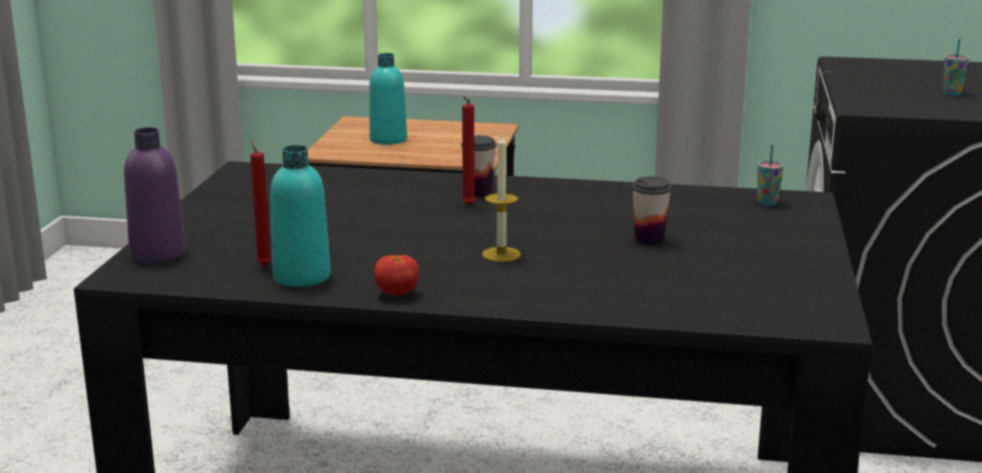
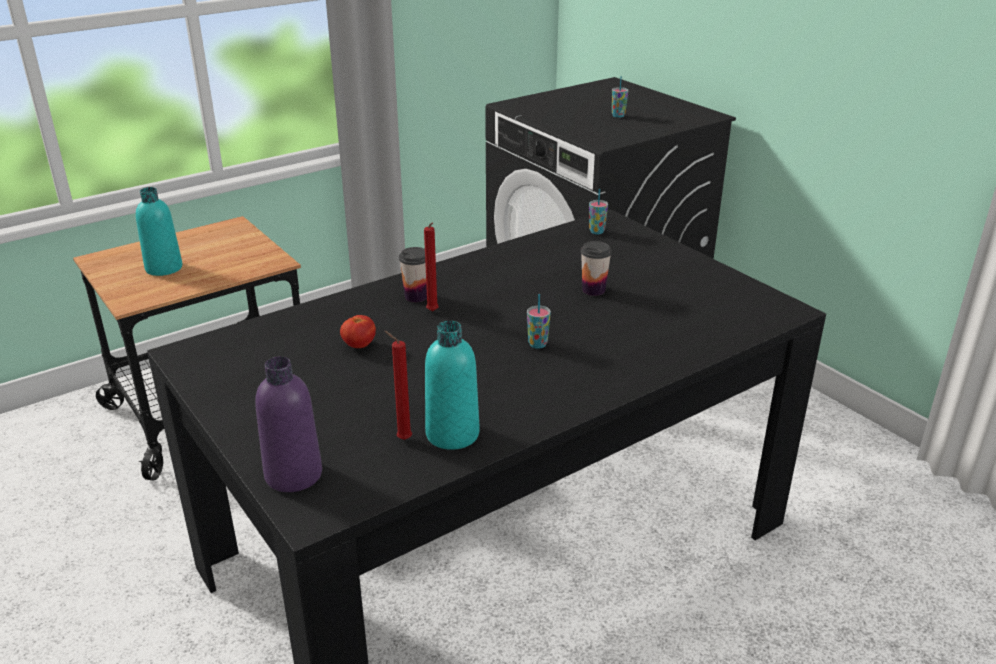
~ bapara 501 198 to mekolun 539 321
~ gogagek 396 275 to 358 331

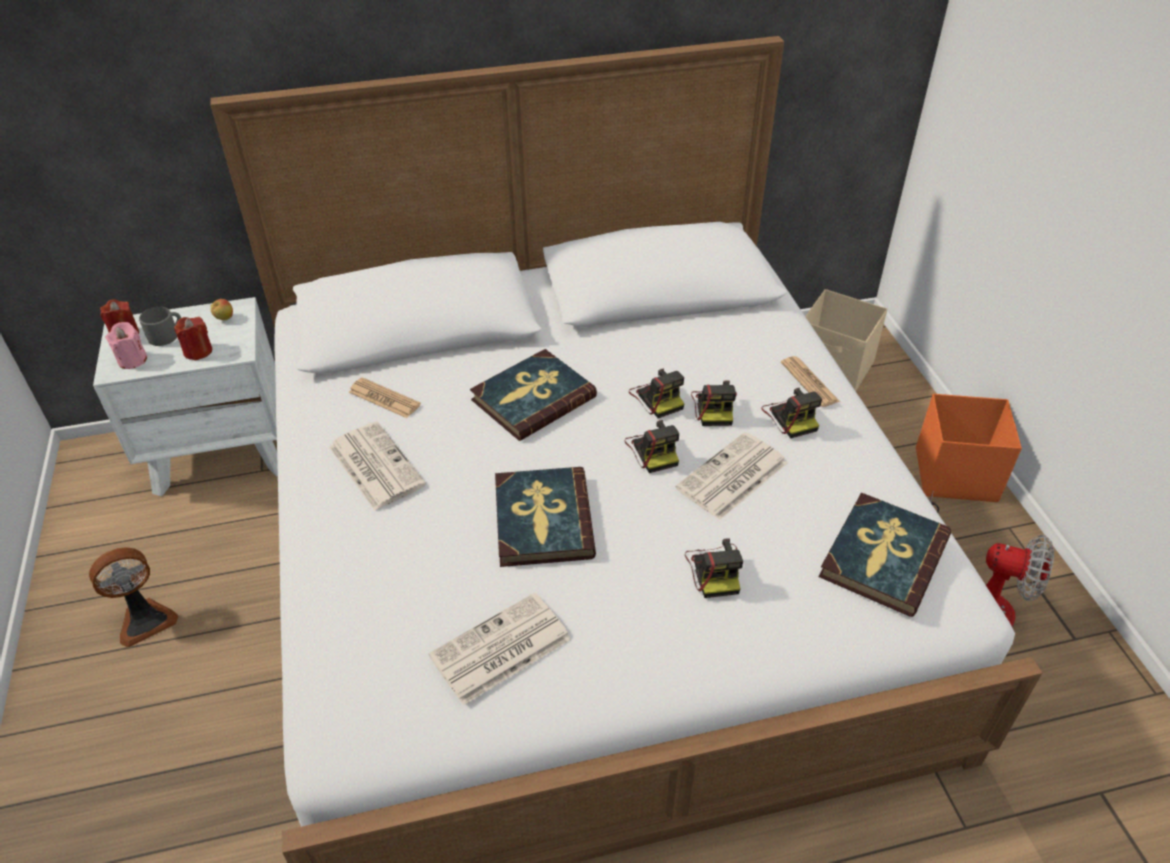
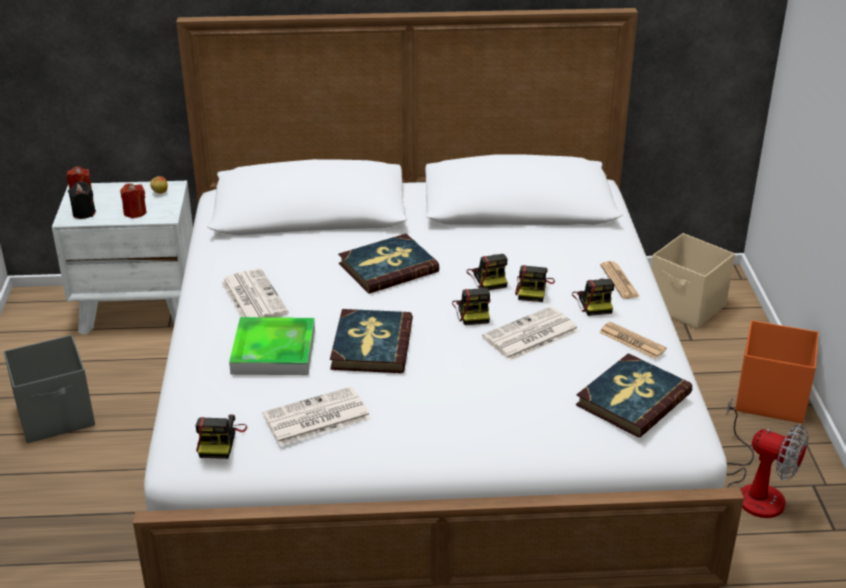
- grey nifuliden 160 326
~ pink bapara 126 345 to black bapara 82 200
~ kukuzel 385 397 to 633 340
~ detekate 714 568 to 221 437
~ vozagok 133 597 to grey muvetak 49 389
+ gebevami 272 346

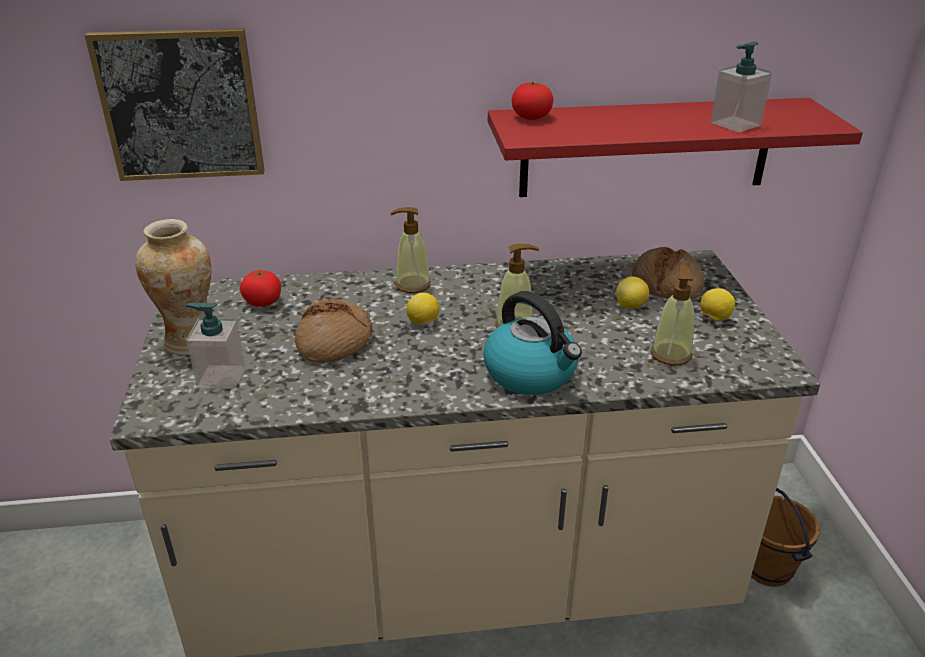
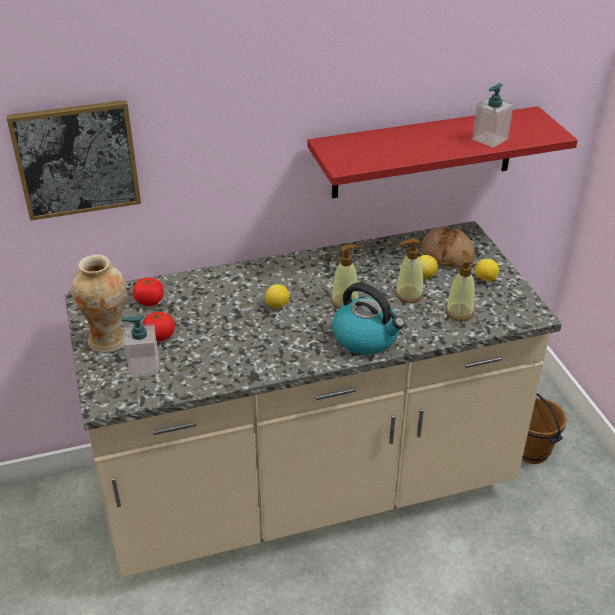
~ gogagek 532 101 to 158 327
~ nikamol 411 250 to 409 270
- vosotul 333 331

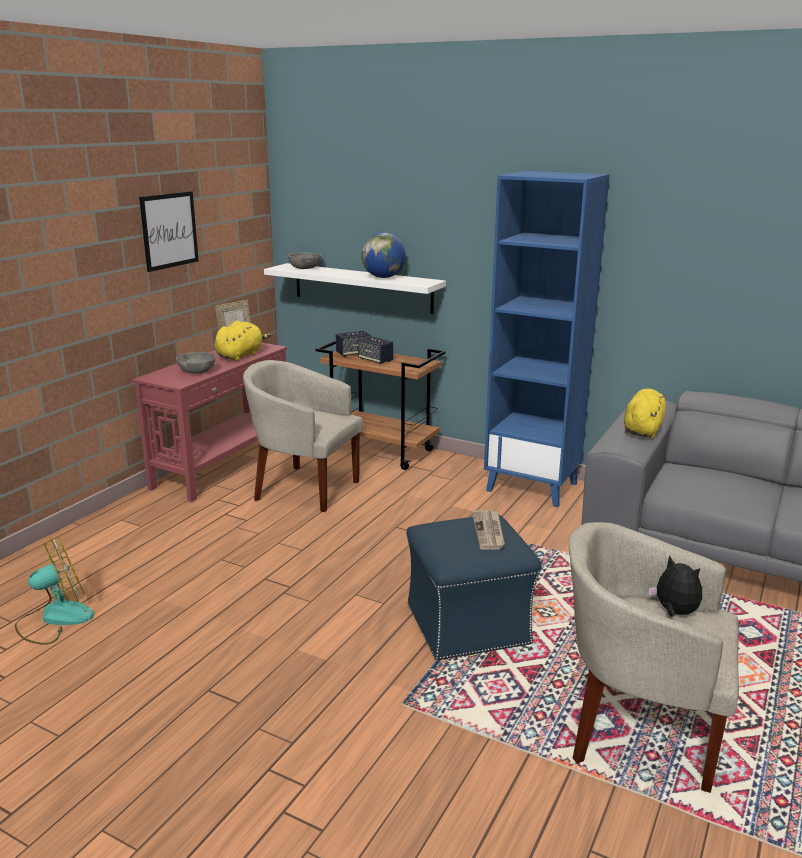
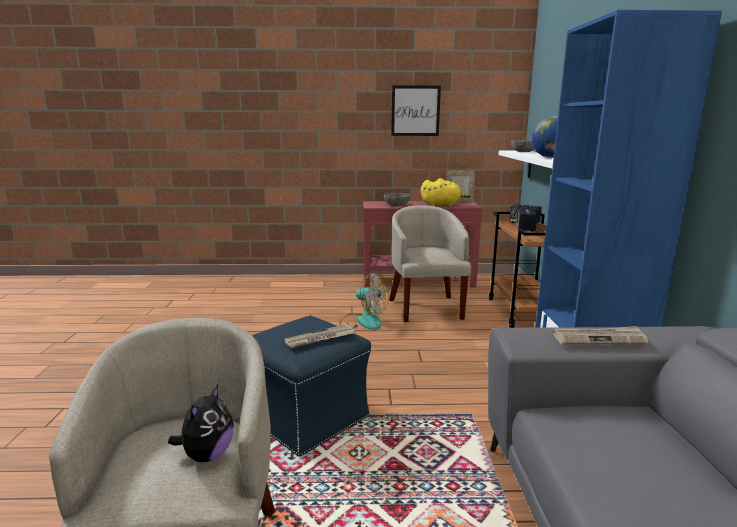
~ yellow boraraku 645 413 to kukuzel 600 335
~ vozagok 54 591 to 364 301

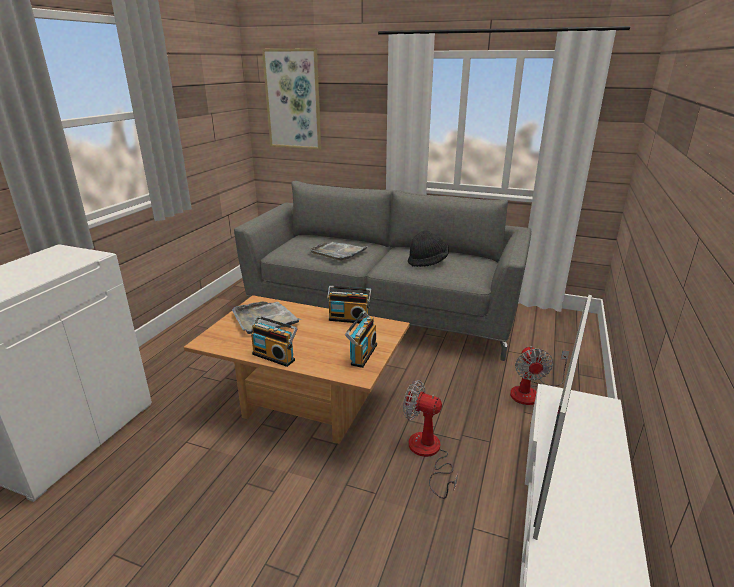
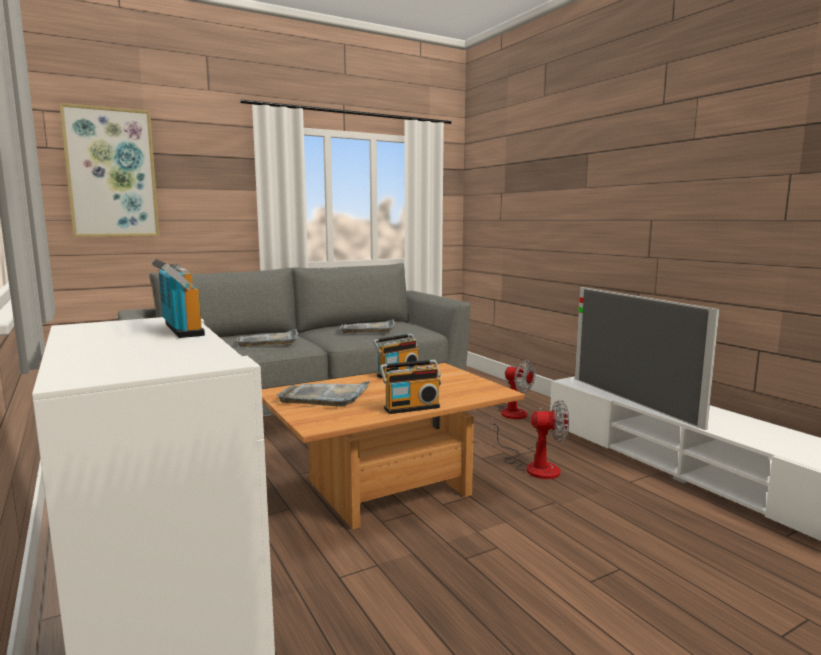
~ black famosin 428 248 to grey gebevami 367 326
~ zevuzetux 361 339 to 178 298
~ vozagok 430 439 = 530 439 150 degrees counterclockwise

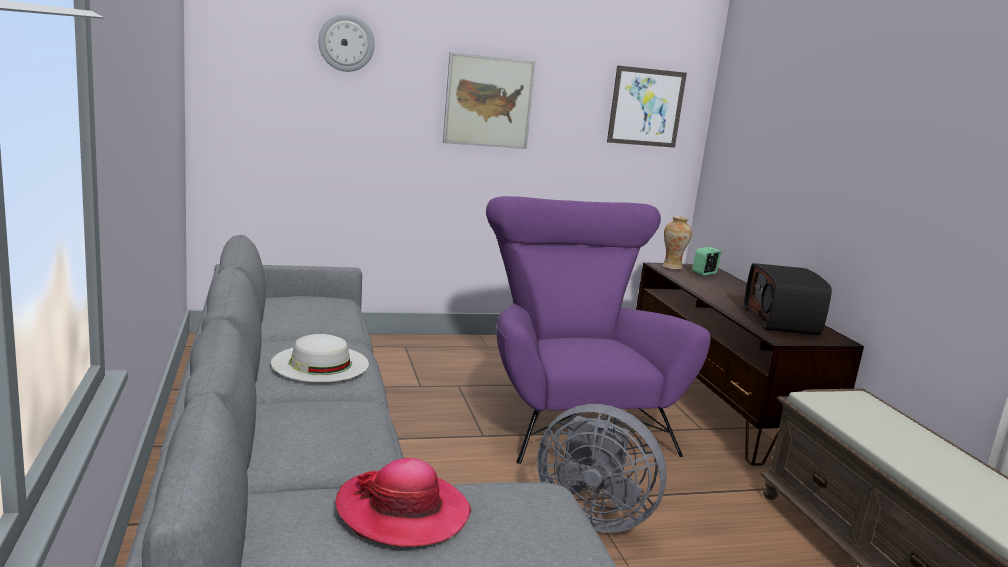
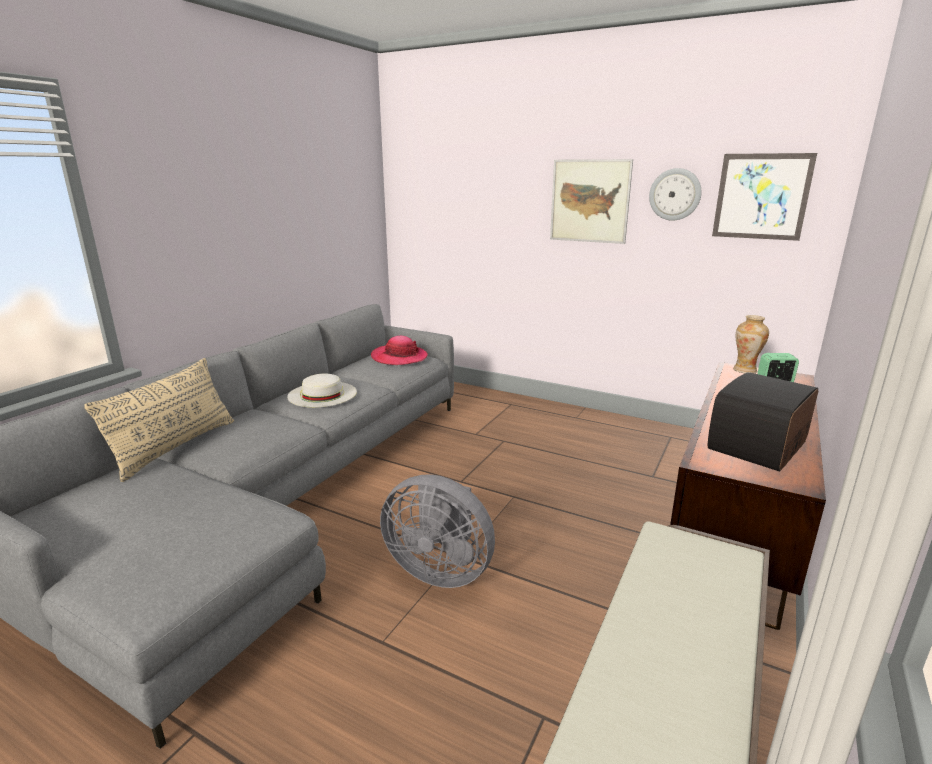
~ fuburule 346 43 to 675 194
- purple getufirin 598 330
~ grey vozagok 602 468 = 437 531 45 degrees counterclockwise
~ famosin 404 502 to 399 350
+ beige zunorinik 159 420

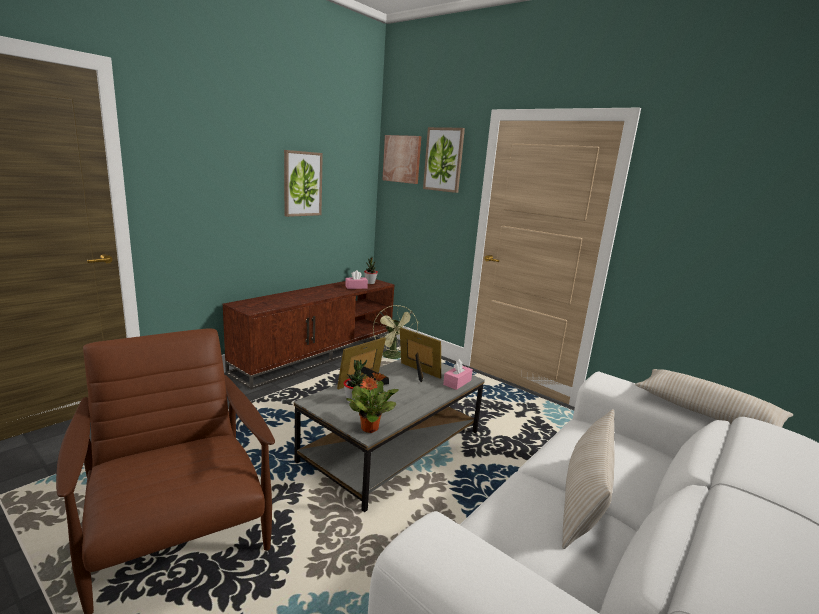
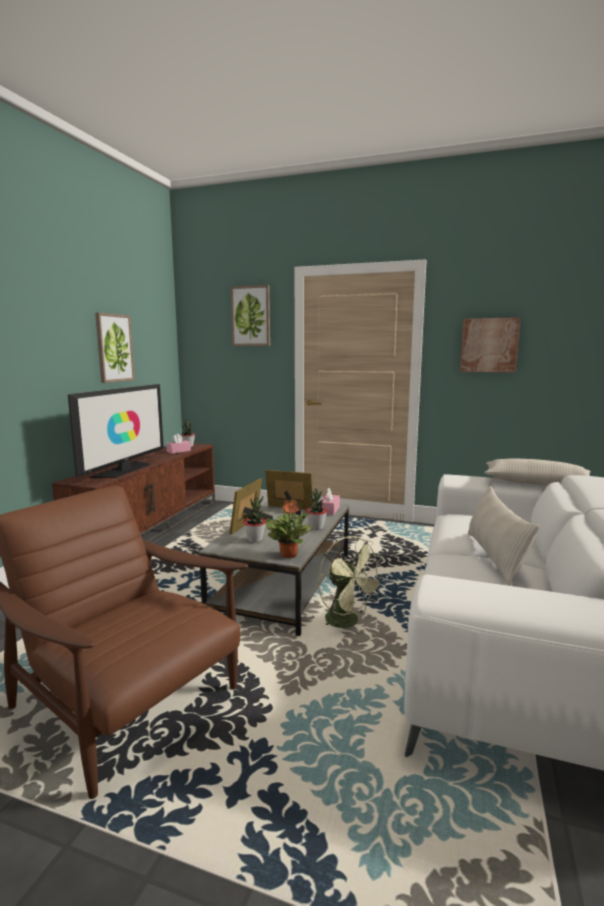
~ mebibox 401 159 to 490 345
~ green vozagok 396 332 to 352 582
+ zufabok 116 431
+ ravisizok 316 509

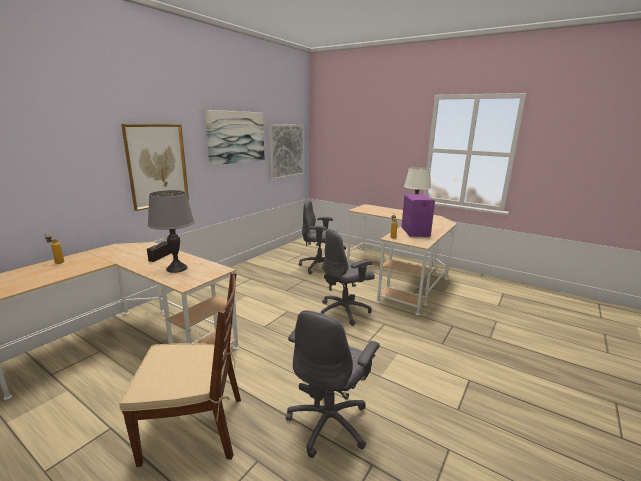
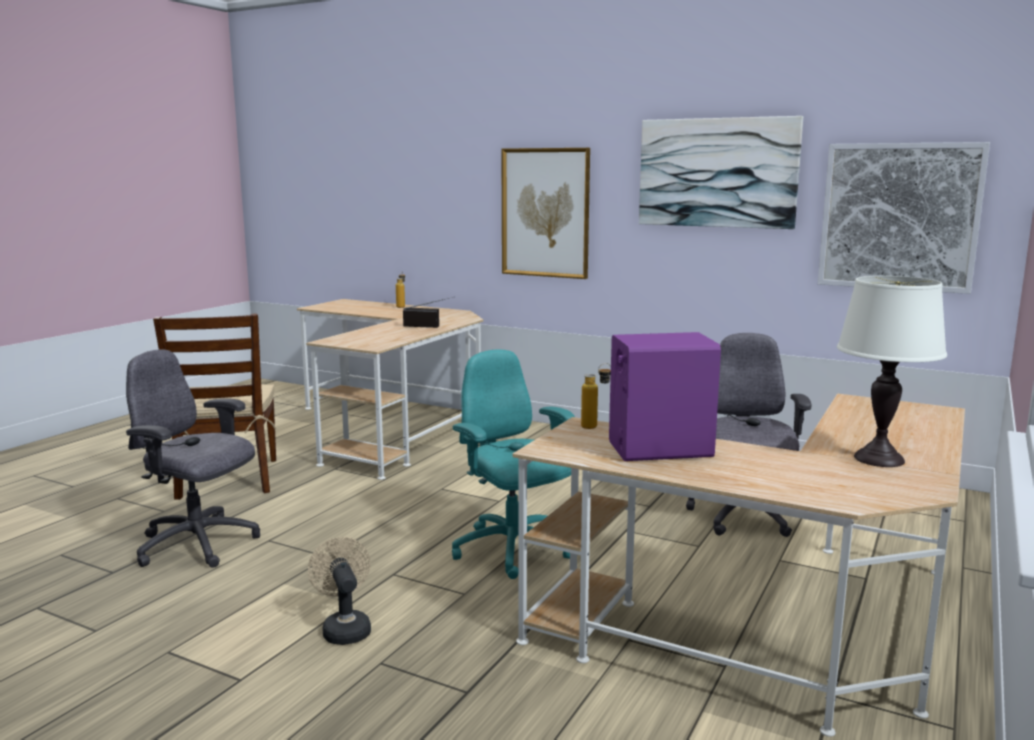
- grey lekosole 171 231
~ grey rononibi 348 277 to turquoise rononibi 513 464
+ beige vozagok 339 591

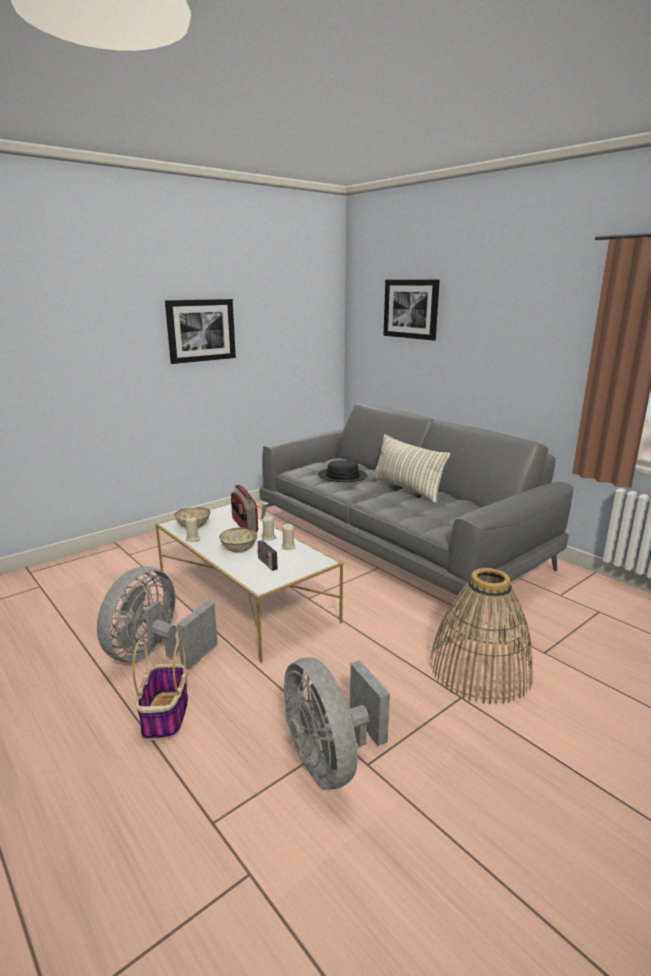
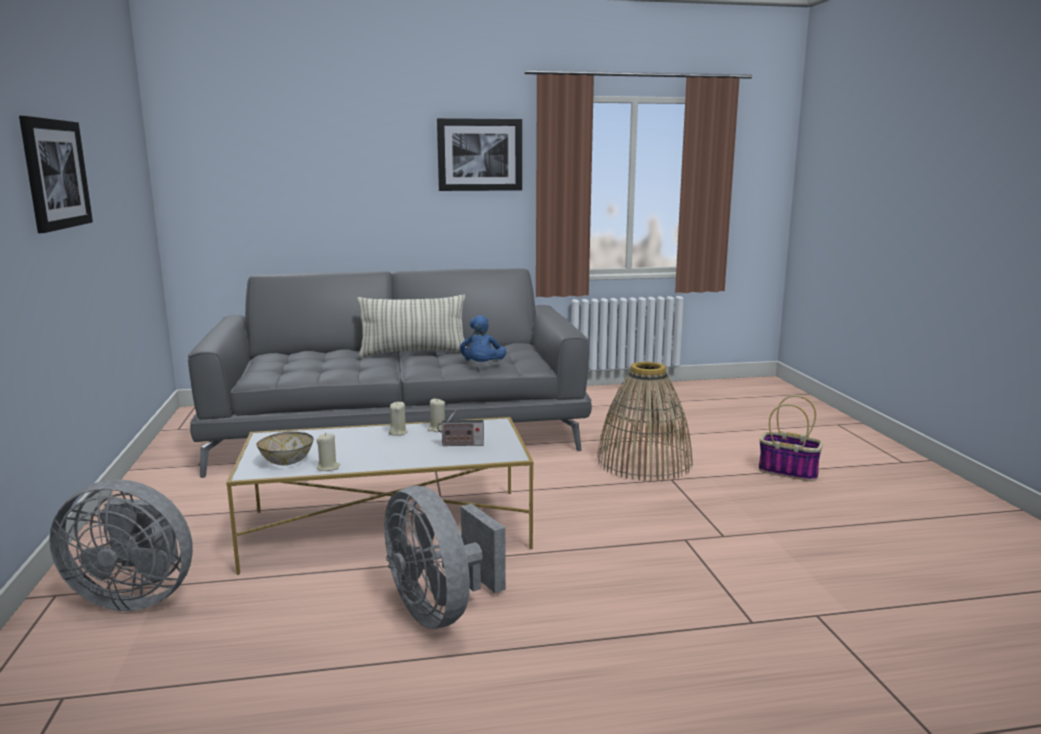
~ mebibox 411 310 to 479 154
- black famosin 343 471
- zevuzetux 244 508
- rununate 238 540
~ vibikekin 160 689 to 790 438
~ grey vozagok 337 723 to 121 545
+ blue boraraku 483 338

